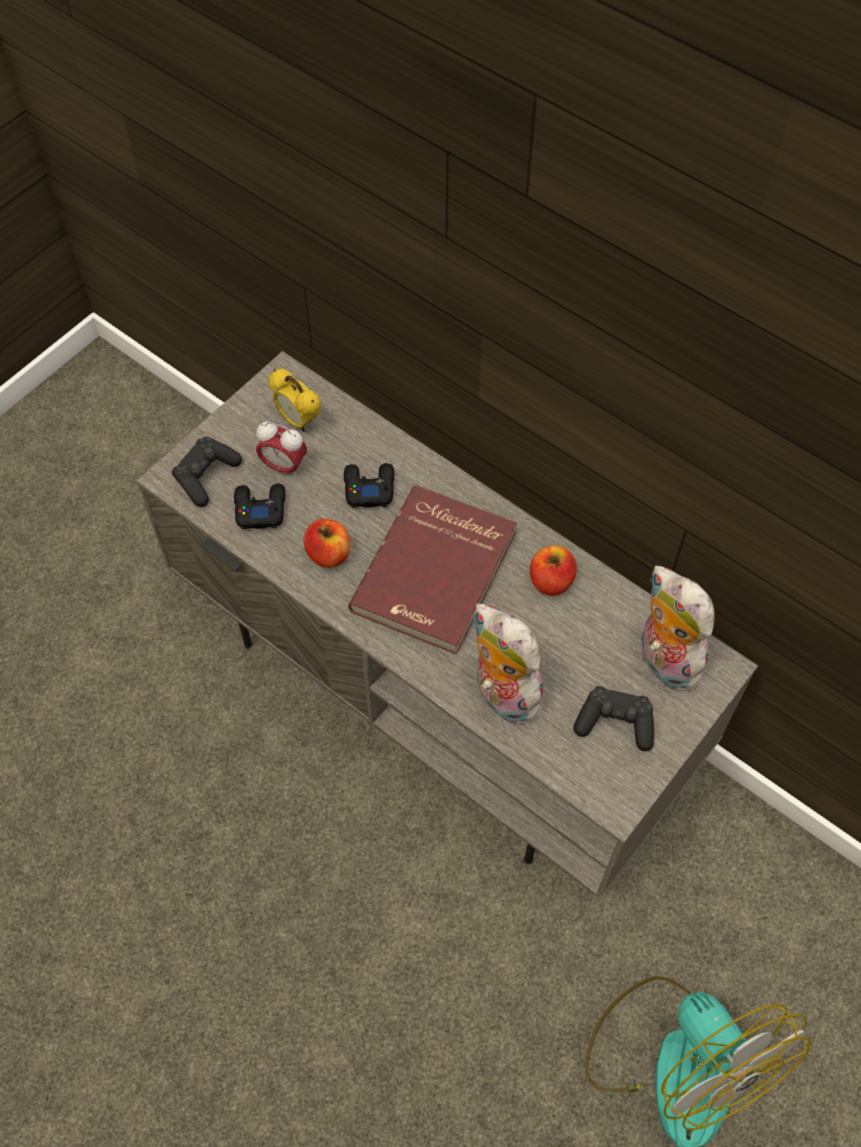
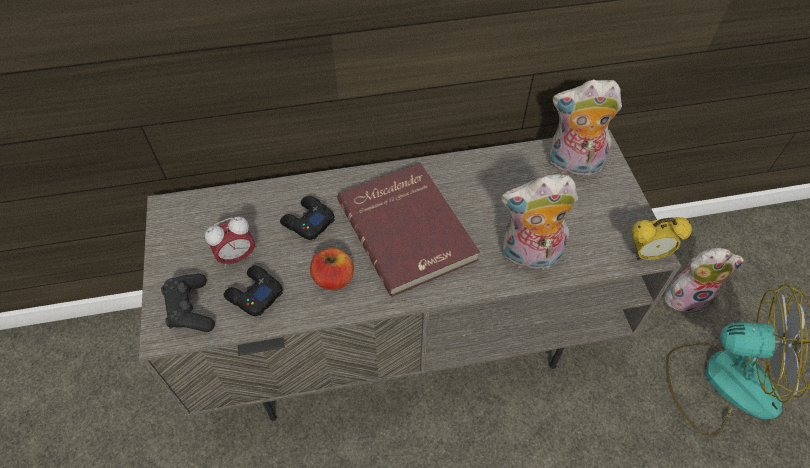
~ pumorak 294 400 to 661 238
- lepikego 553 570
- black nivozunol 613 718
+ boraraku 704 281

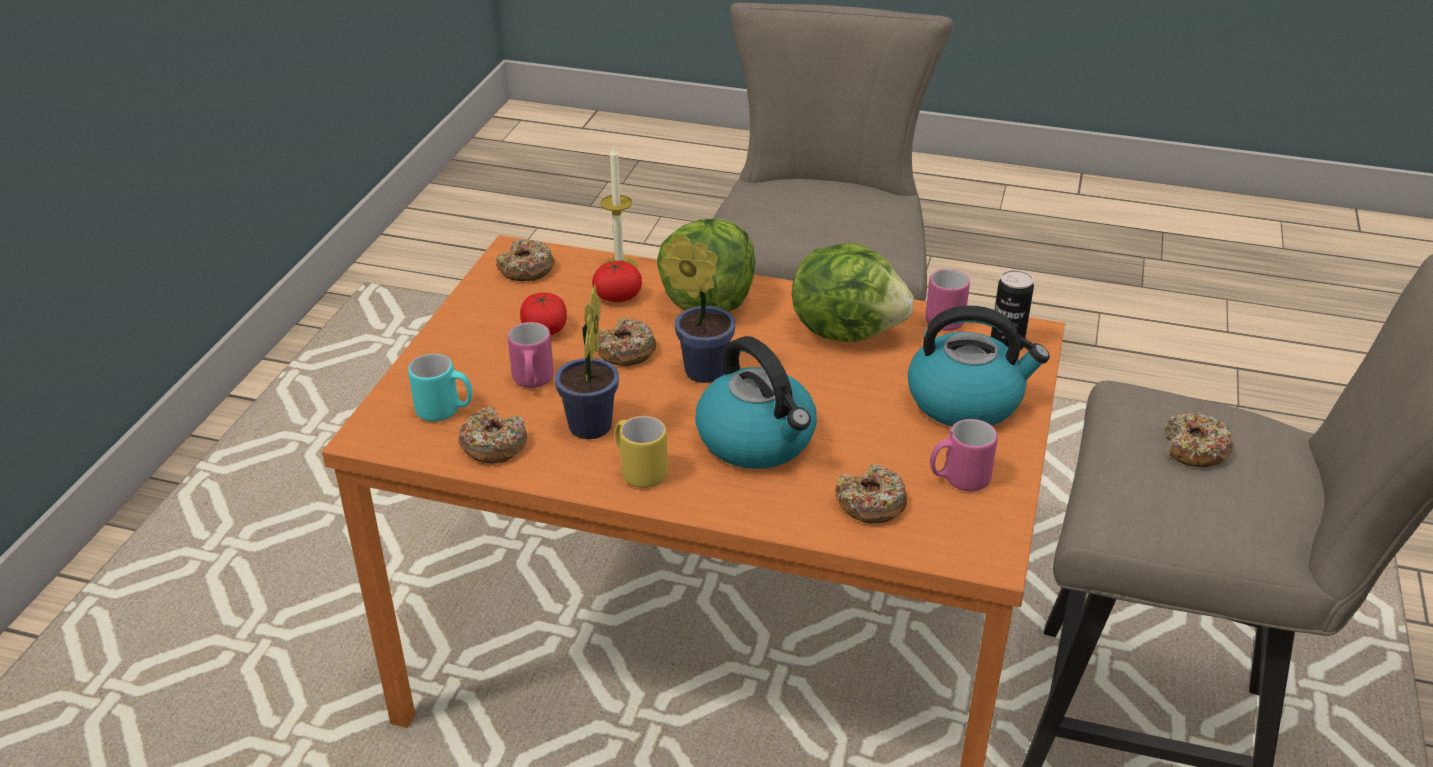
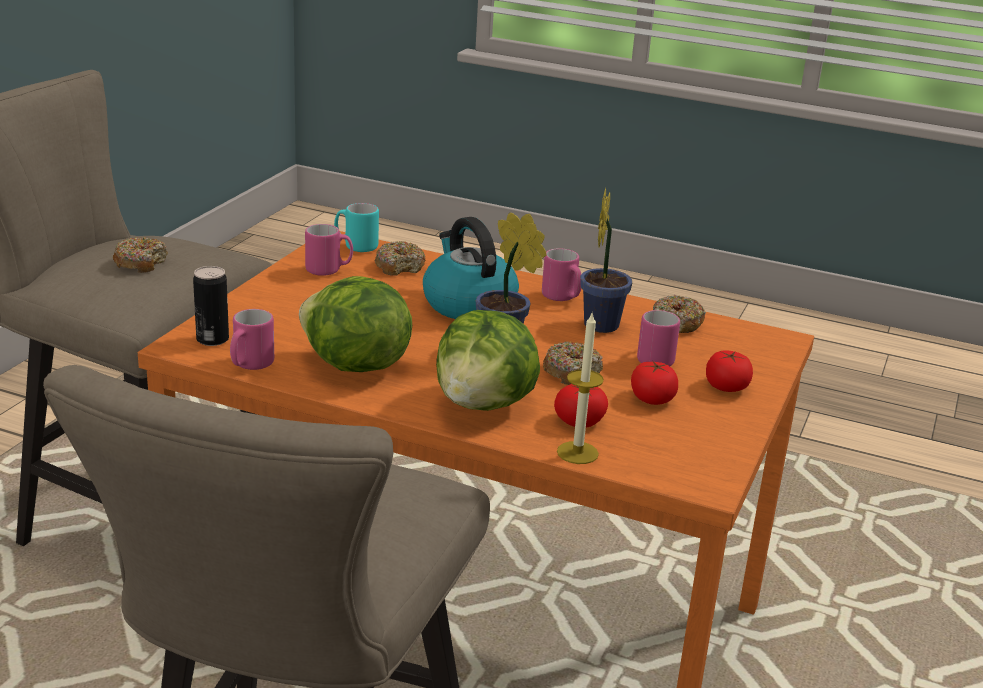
- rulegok 525 260
- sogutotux 979 366
~ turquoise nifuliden 440 388 to 356 227
~ yellow nifuliden 641 452 to pink nifuliden 561 274
+ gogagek 729 371

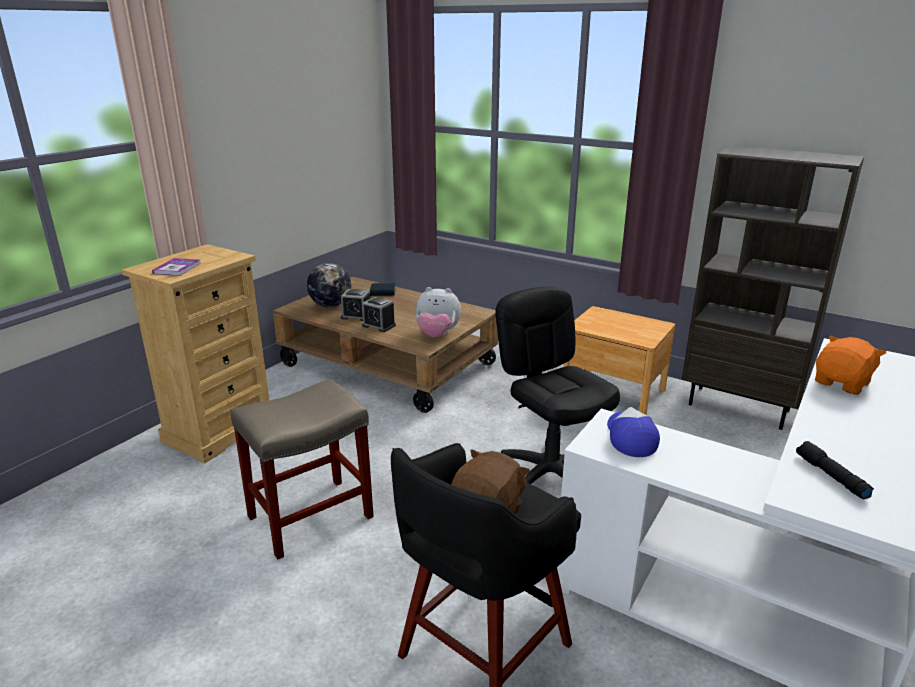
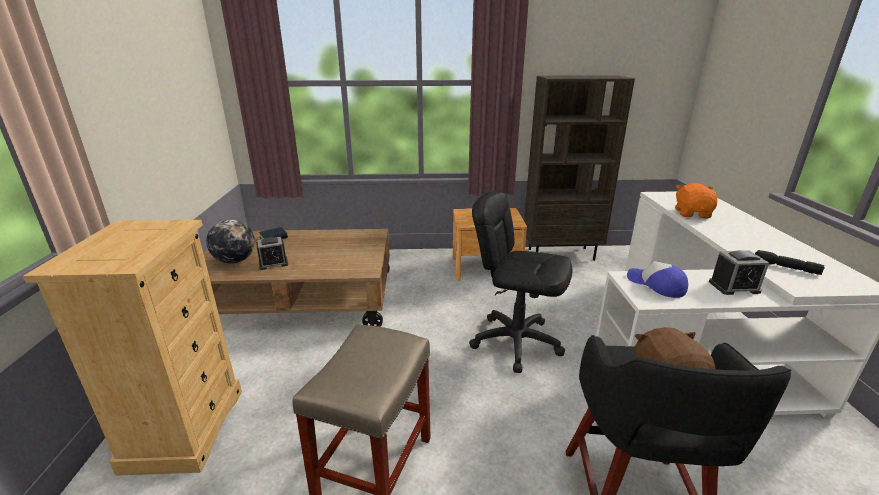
- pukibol 176 267
- boraraku 438 312
~ pumorak 379 314 to 739 272

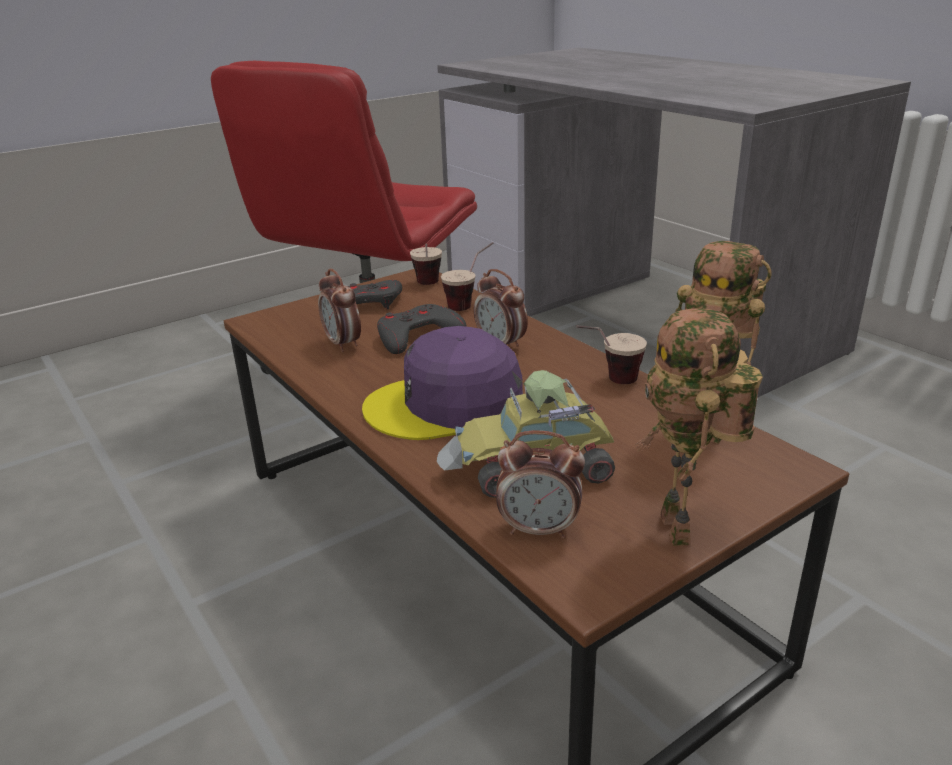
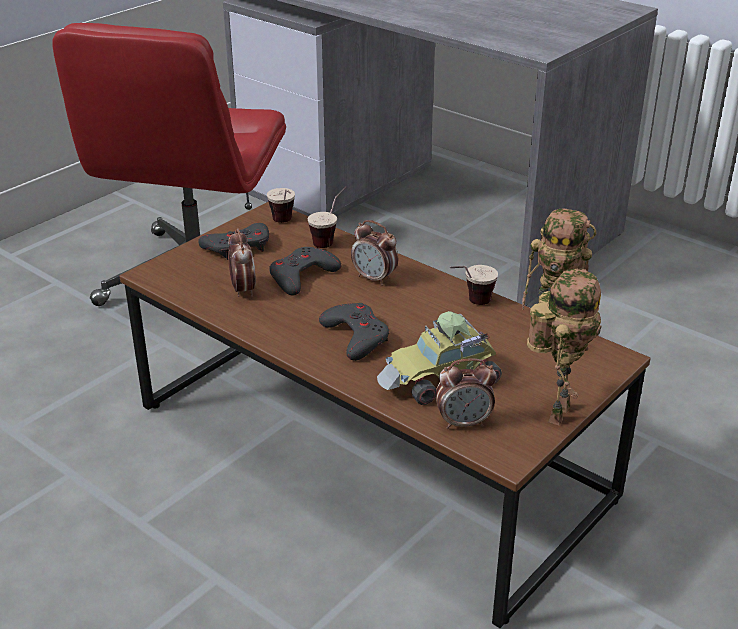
~ pumorak 339 310 = 242 263 150 degrees counterclockwise
~ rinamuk 699 427 = 564 347 135 degrees counterclockwise
~ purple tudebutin 442 383 to grey nivozunol 354 332

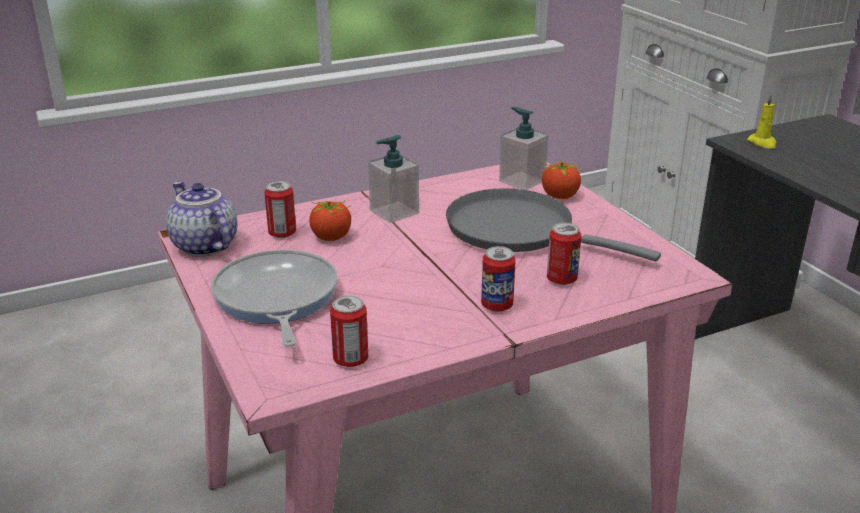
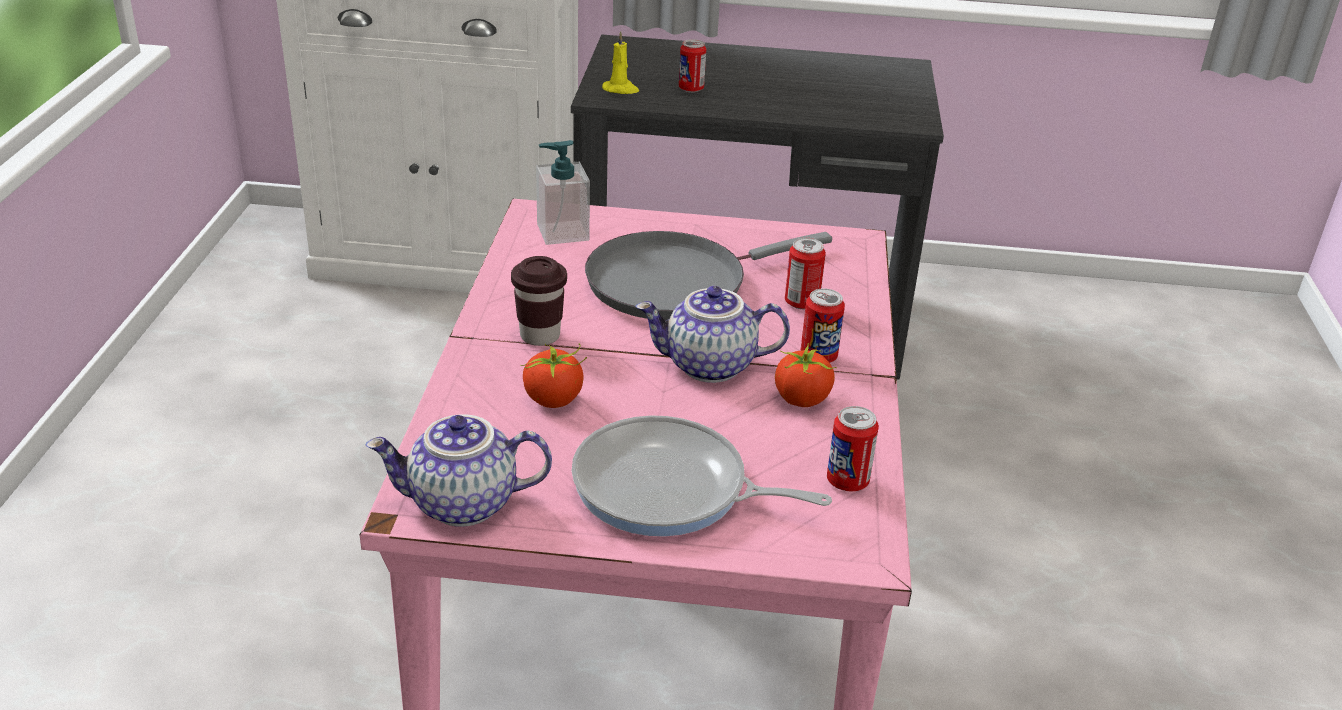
~ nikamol 393 179 to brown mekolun 539 301
~ gogagek 562 180 to 806 375
~ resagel 280 209 to 692 66
+ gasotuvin 713 334

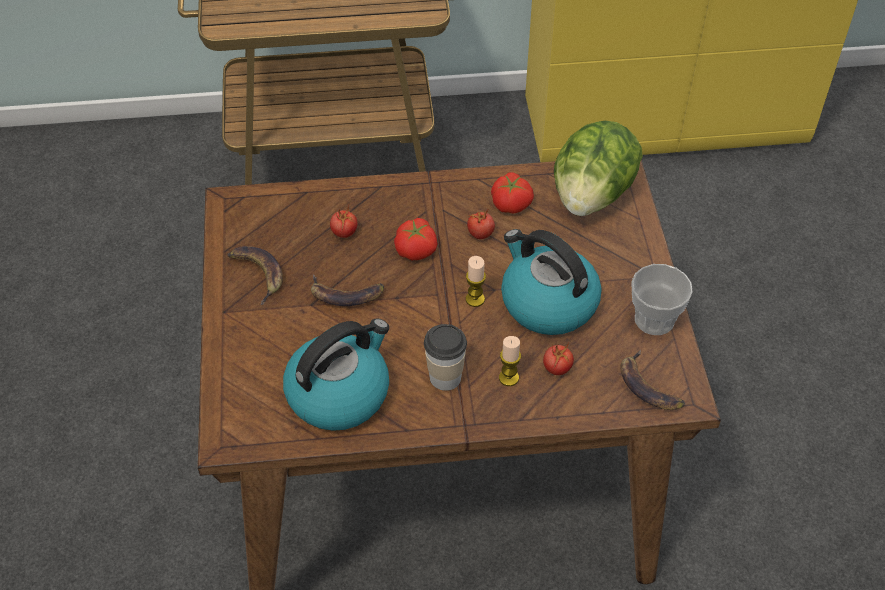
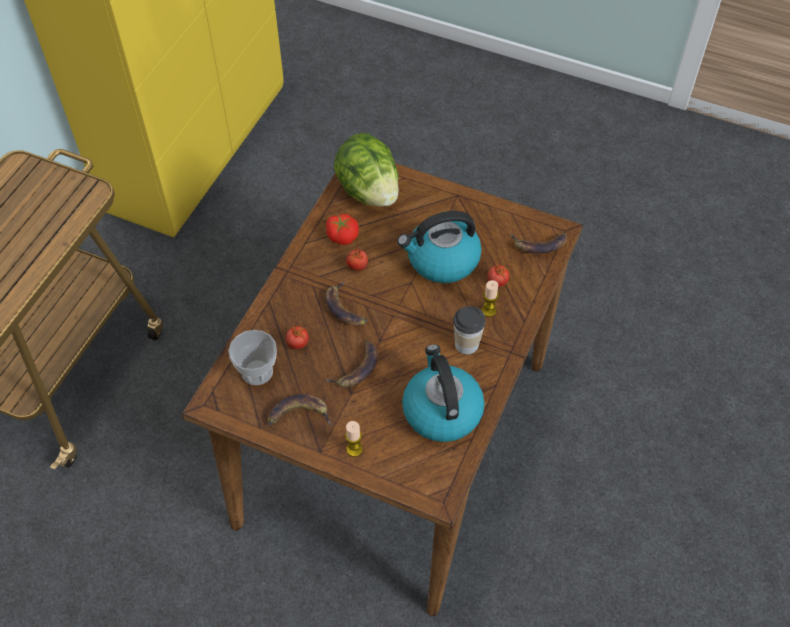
~ gogagek 416 239 to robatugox 346 303
~ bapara 476 281 to 354 439
~ mekolun 662 299 to 252 357

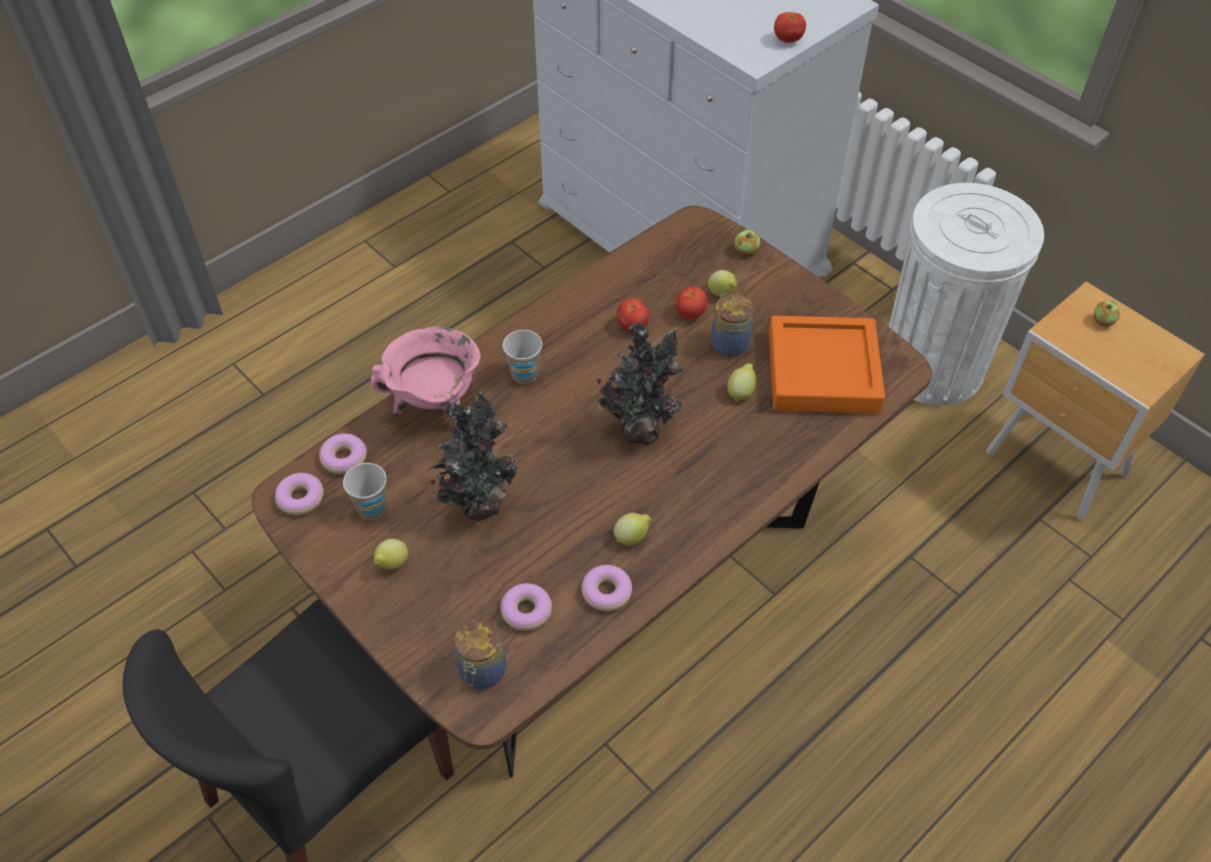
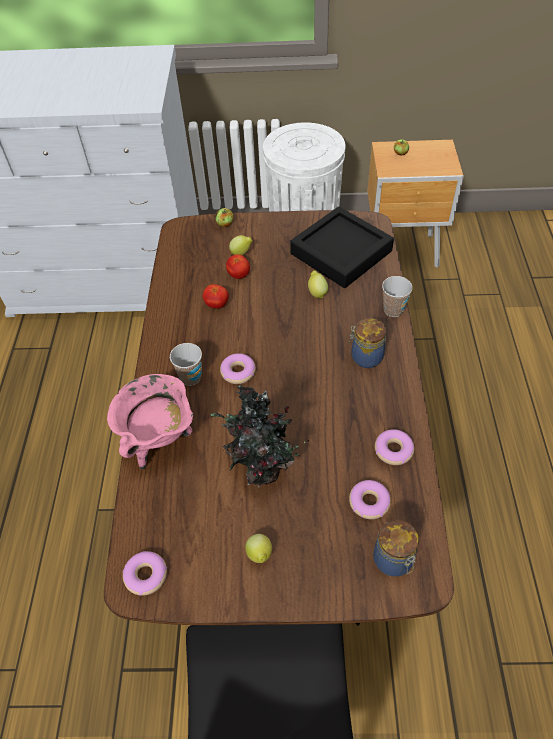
- gogagek 790 27
~ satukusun 732 324 to 367 343
~ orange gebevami 827 365 to black gebevami 342 247
- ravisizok 639 383
~ rulegok 343 453 to 238 368
~ mekolun 365 491 to 397 296
- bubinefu 633 529

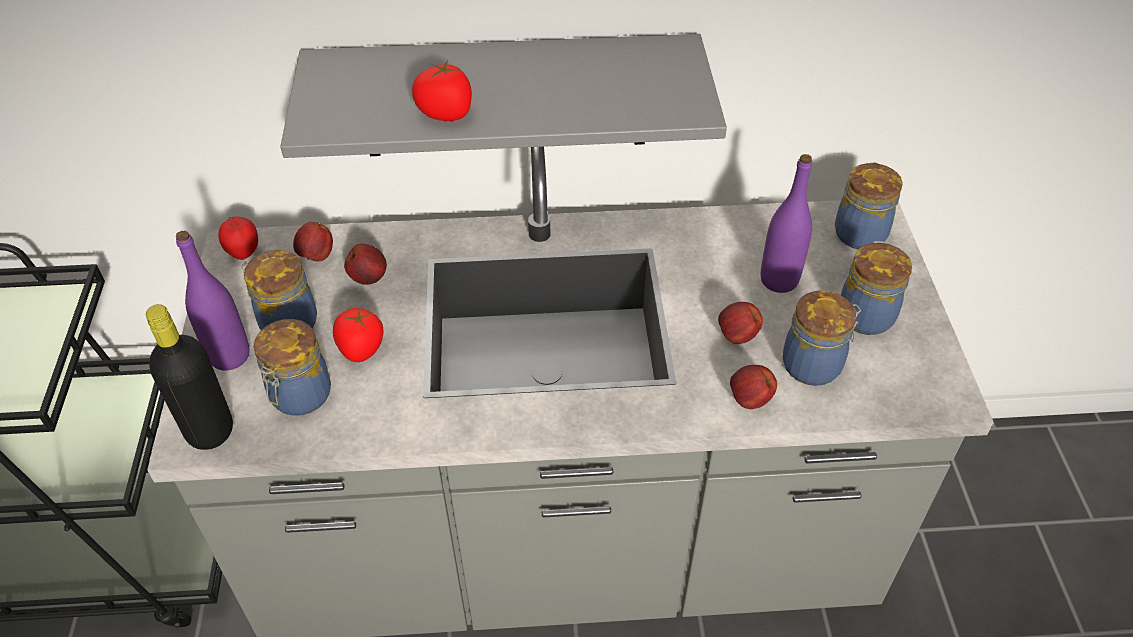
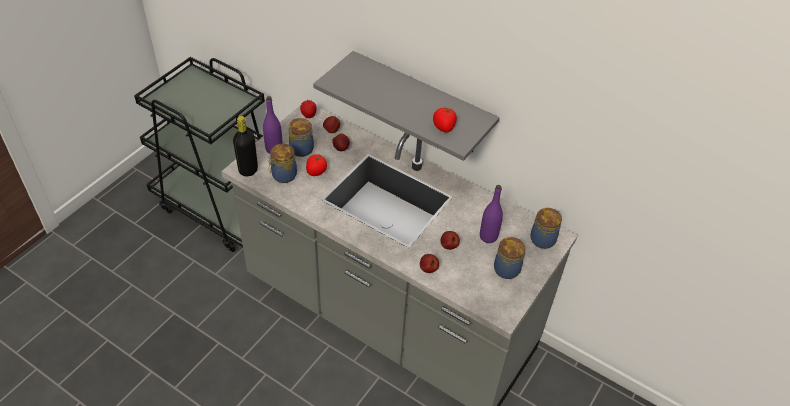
~ gogagek 442 90 to 445 120
- satukusun 822 338

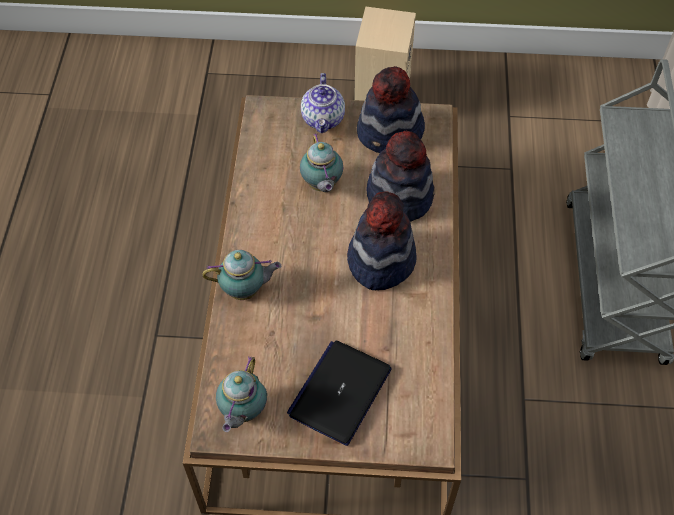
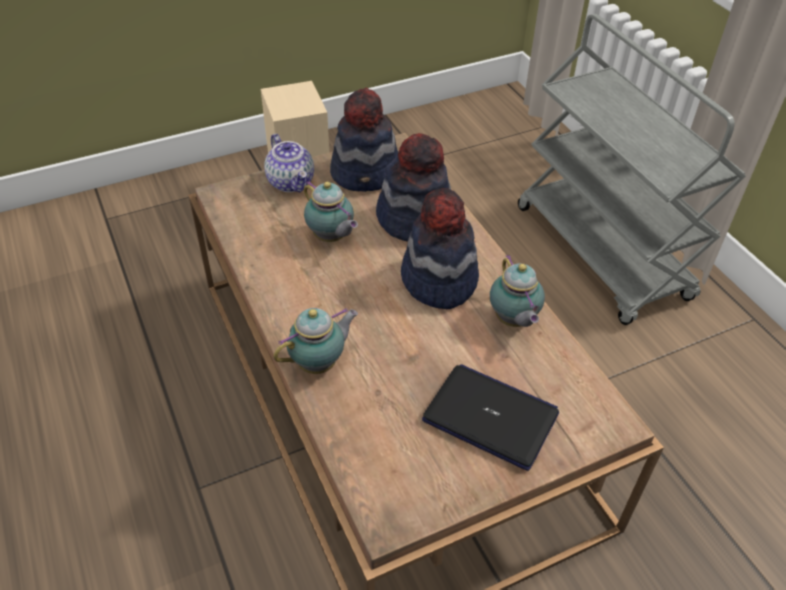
~ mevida 339 393 = 490 417 120 degrees clockwise
~ gasotuvin 241 394 to 517 291

